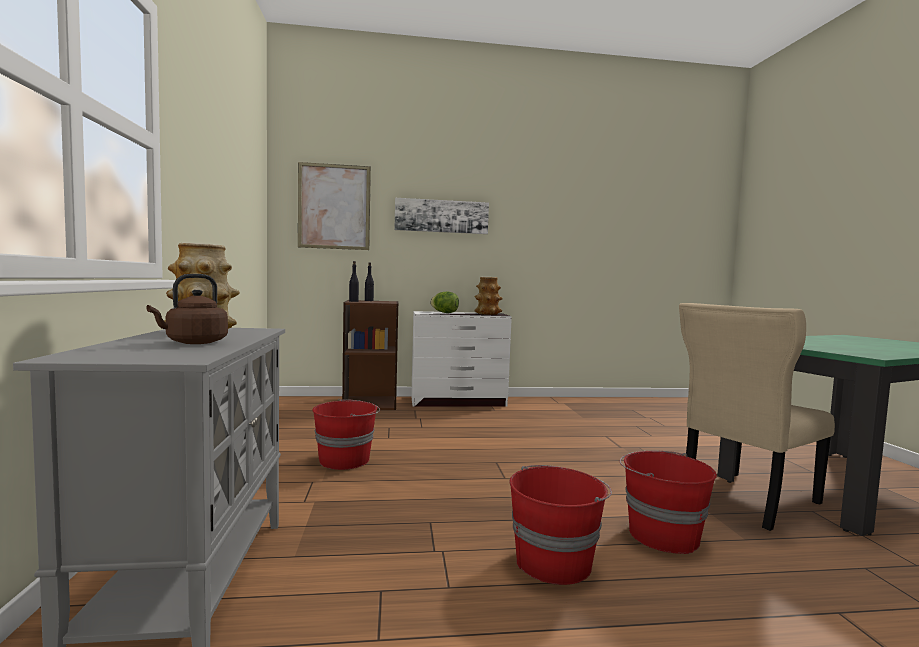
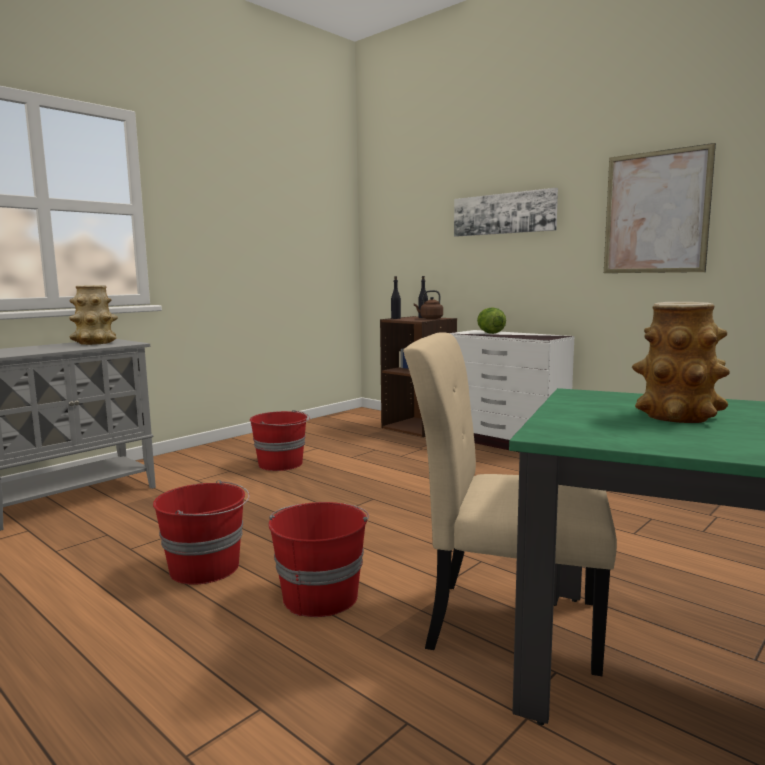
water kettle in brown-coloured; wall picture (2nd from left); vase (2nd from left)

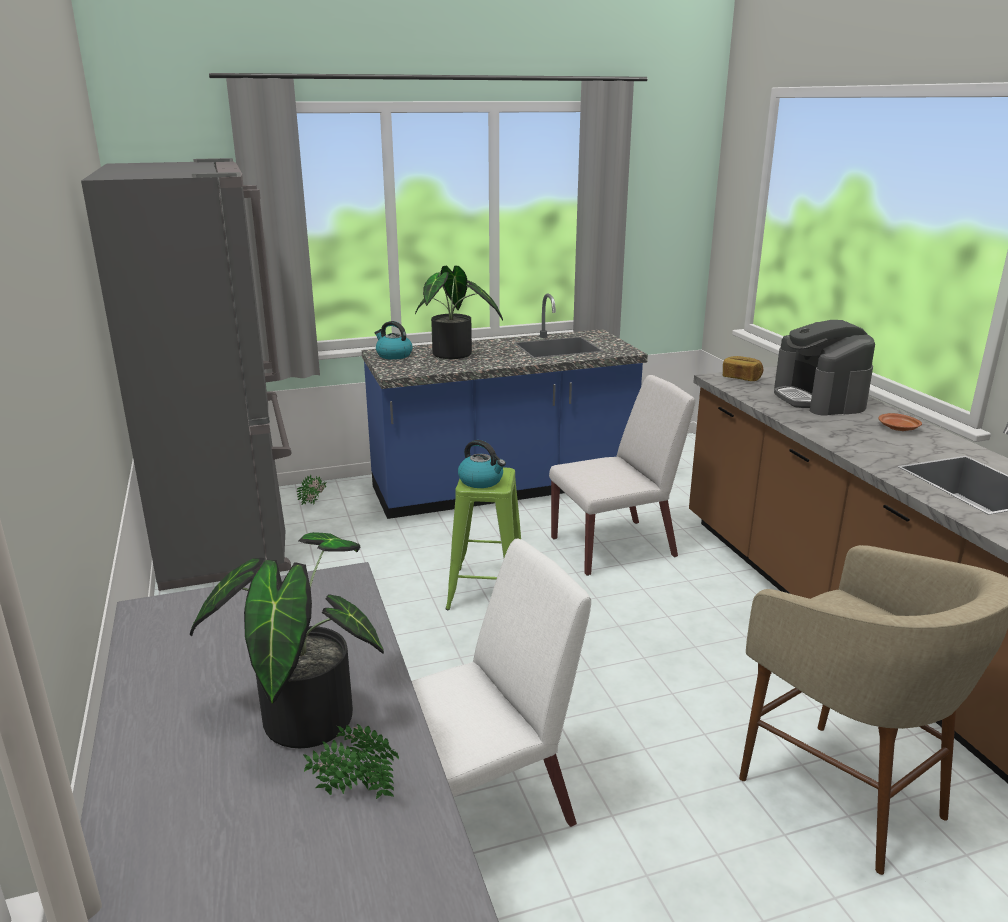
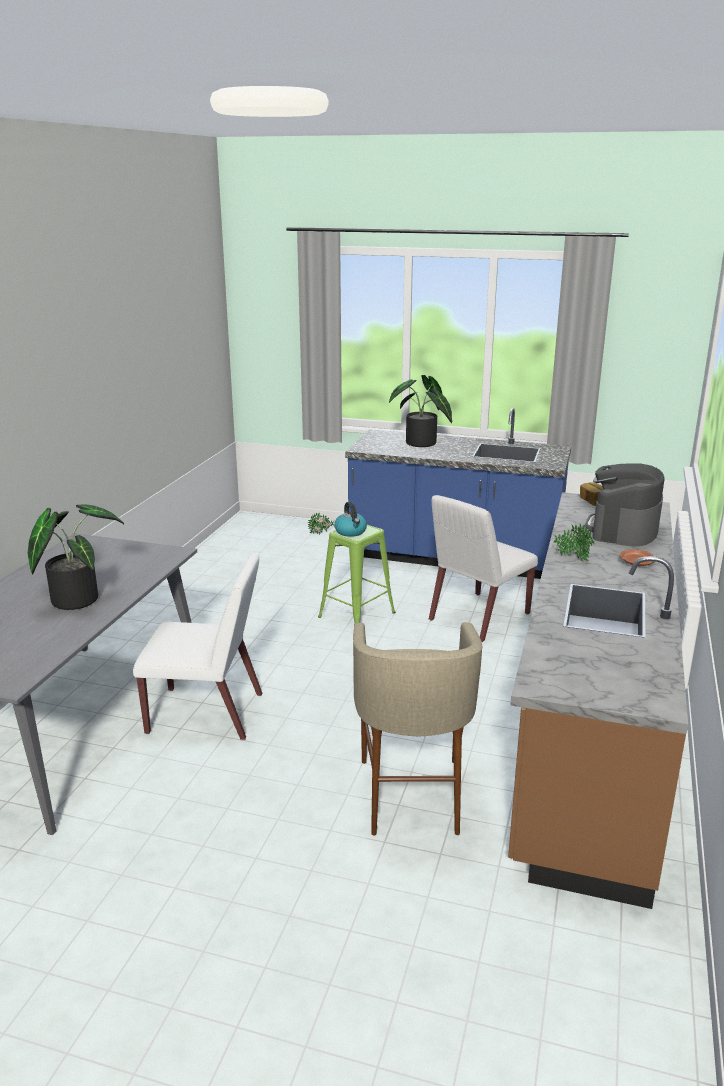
refrigerator in greyish; potted plant (4th from left); water kettle (1st from left in the first image); chair in white (2nd from left)

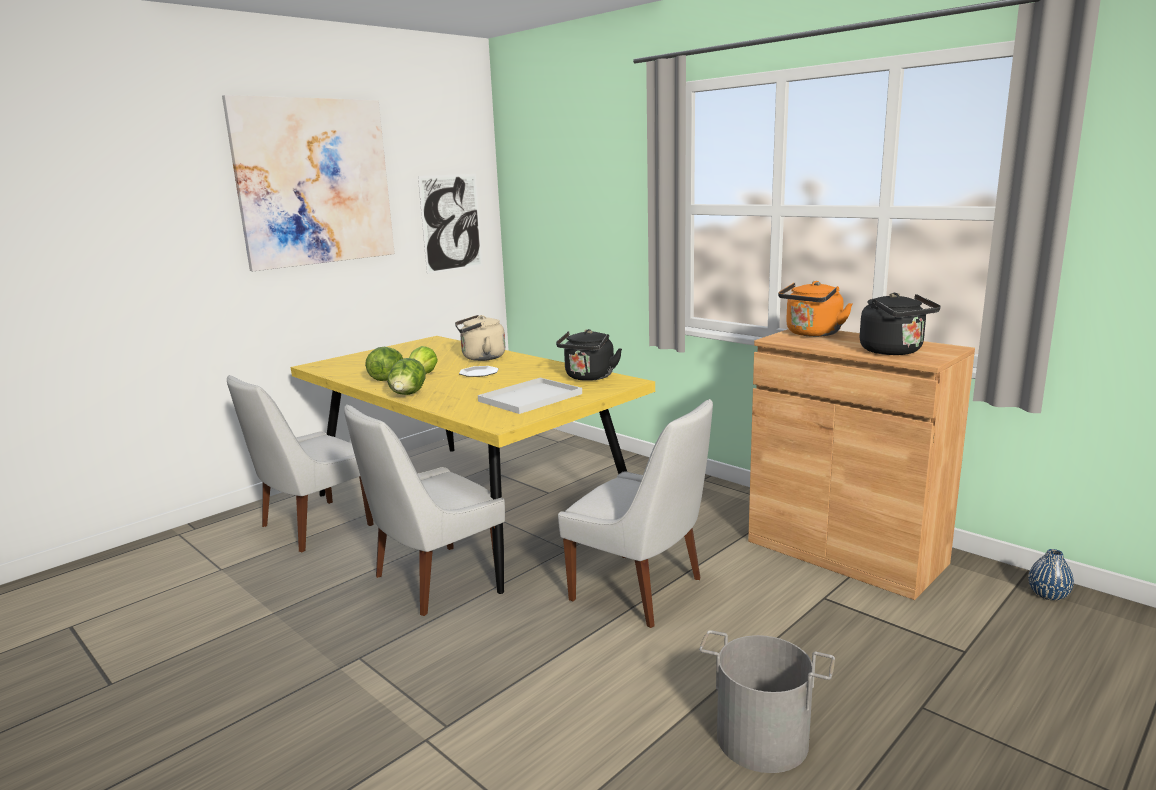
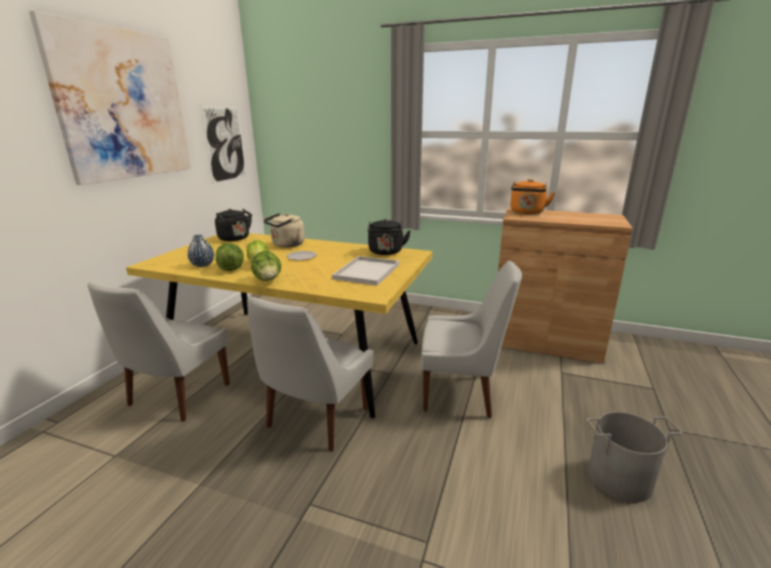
water kettle in black-coloured (1st from left); vase in blue-coloured

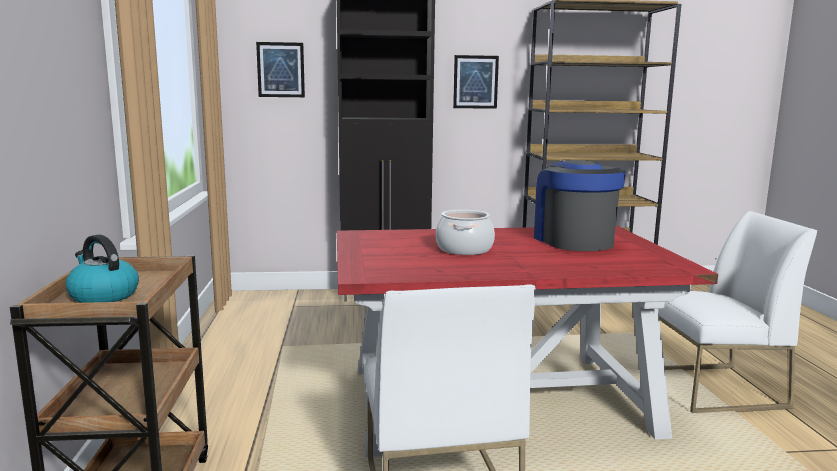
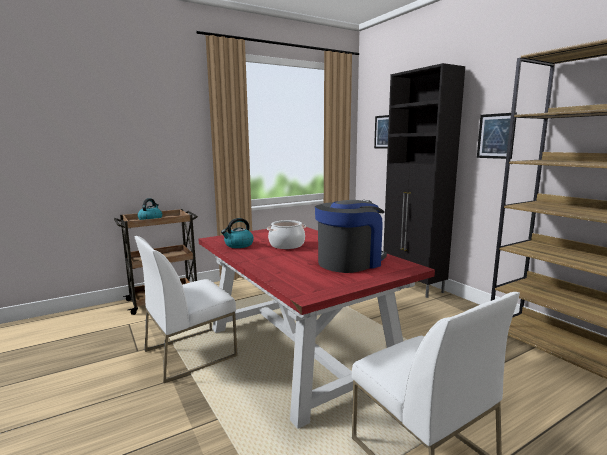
water kettle (2nd from left)

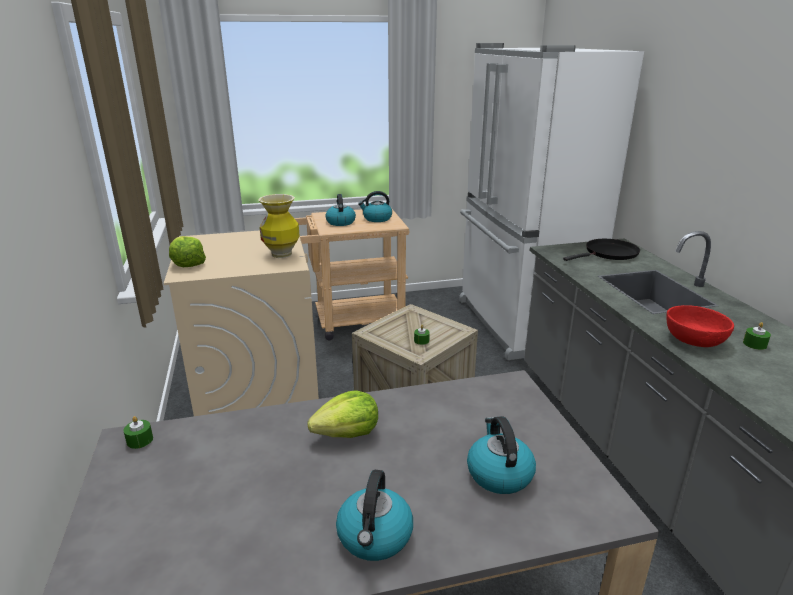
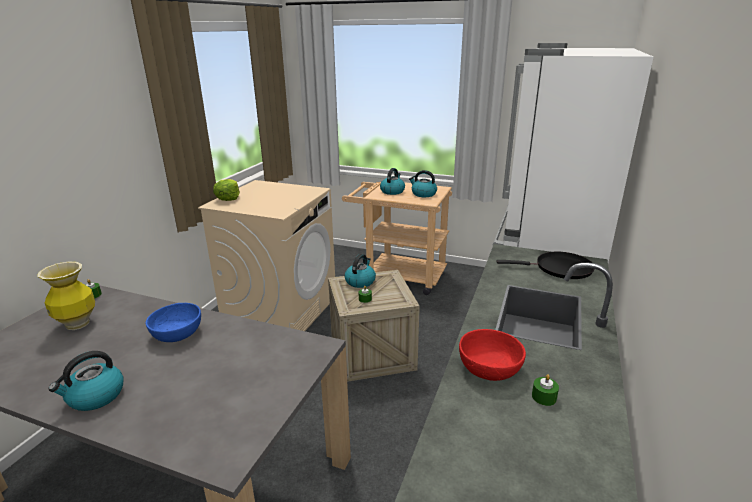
vase; deep dish in blue-coloured; water kettle (2nd from left)

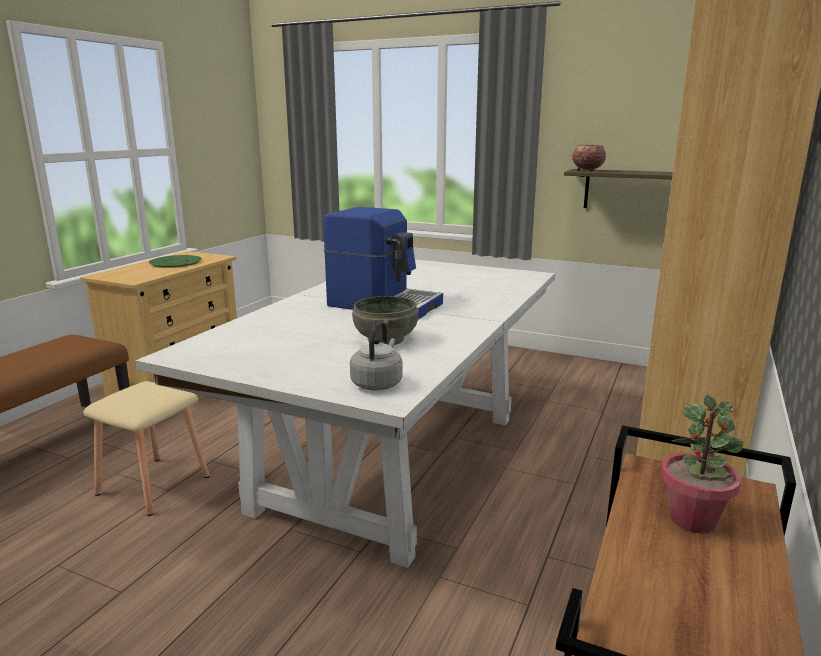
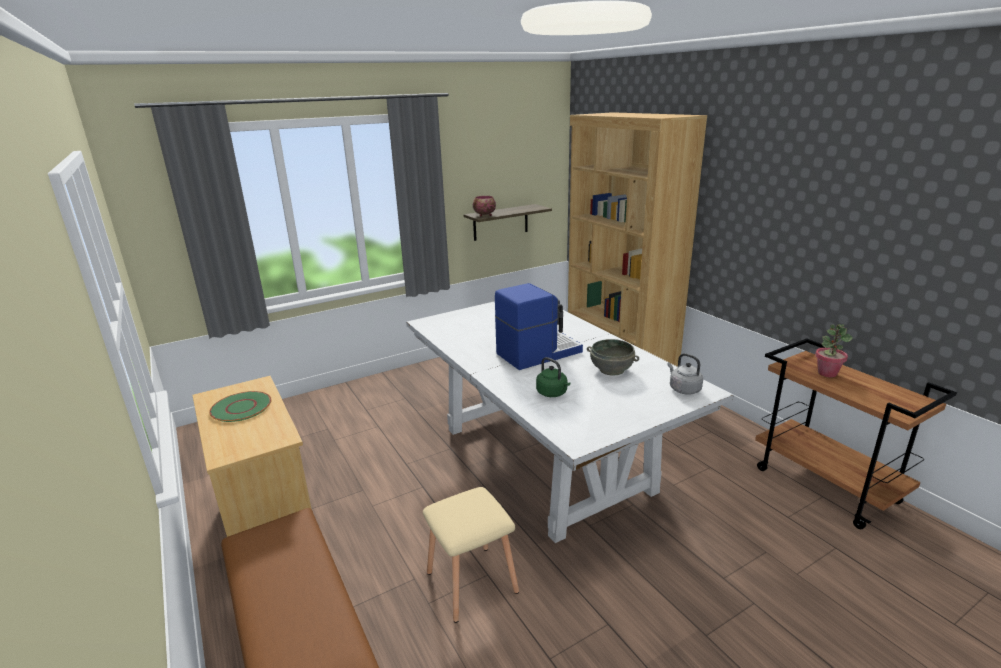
water kettle in greenish

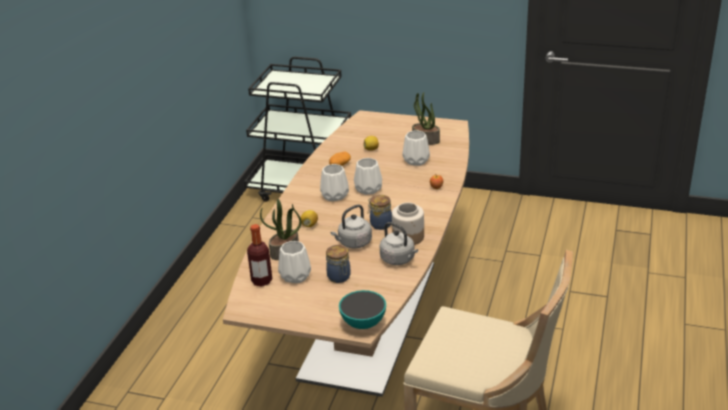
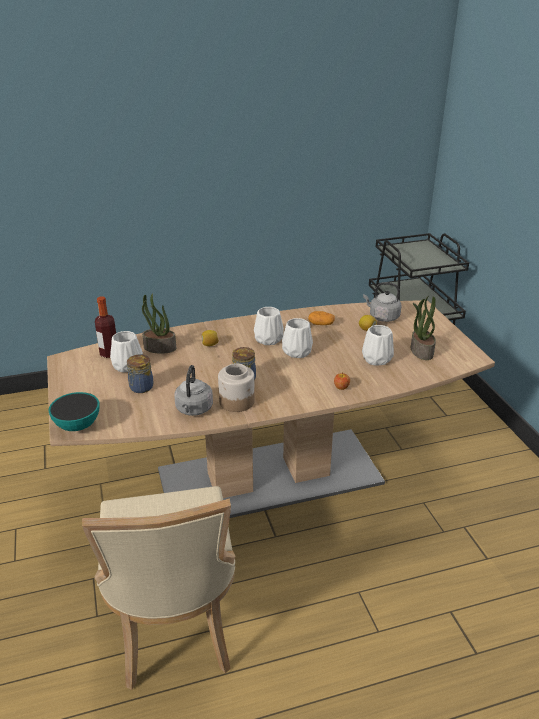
water kettle in greyish (2nd from left)

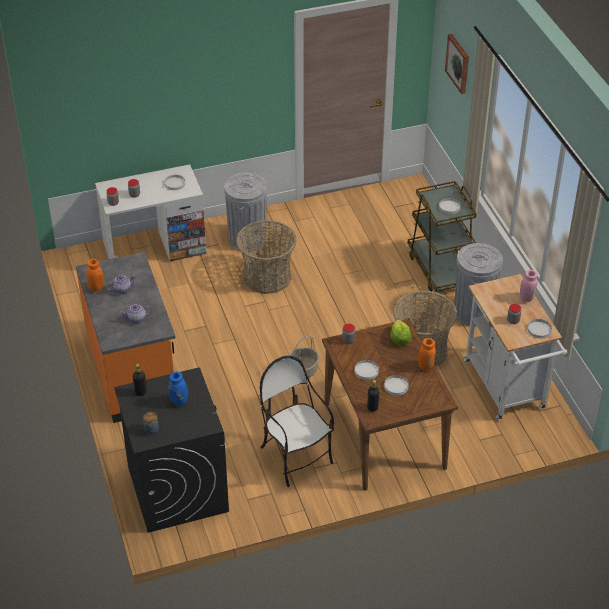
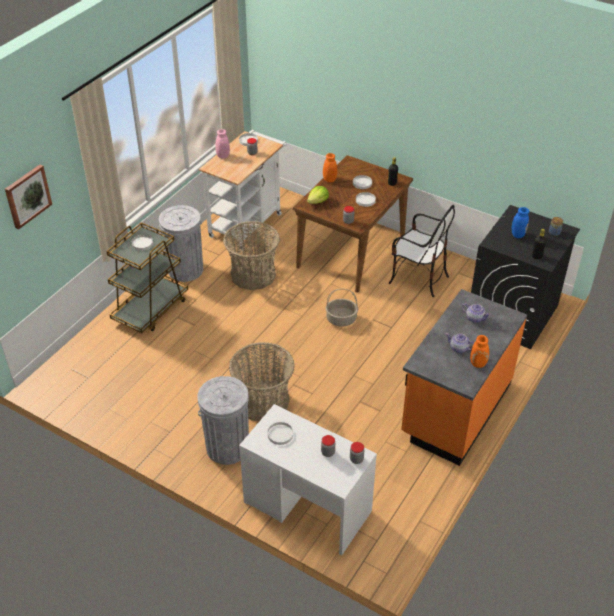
chair

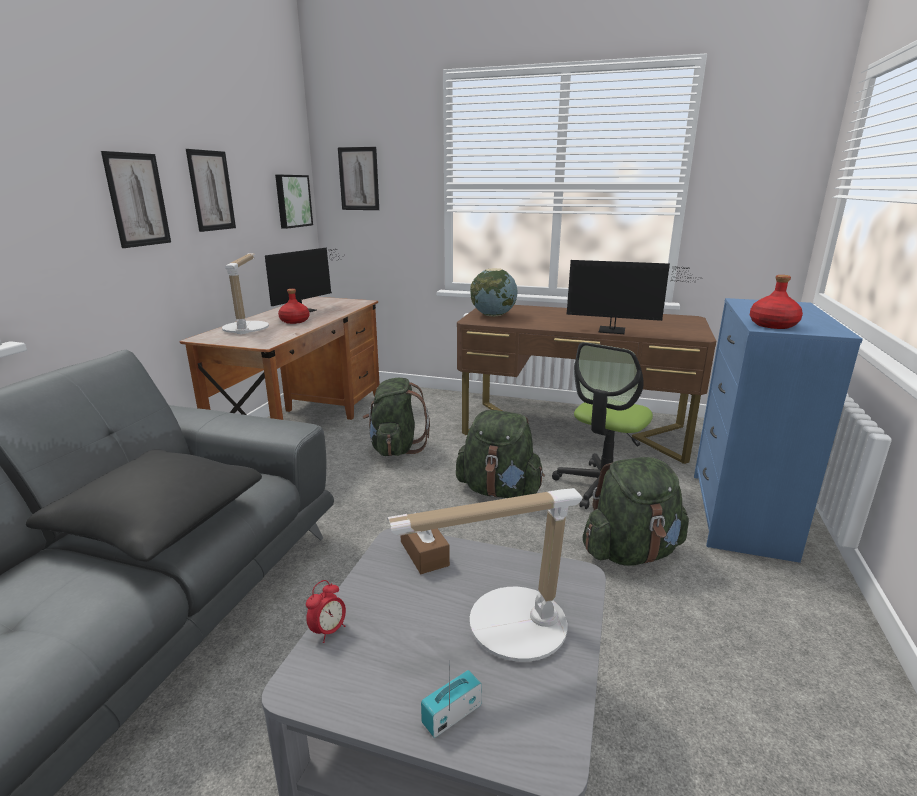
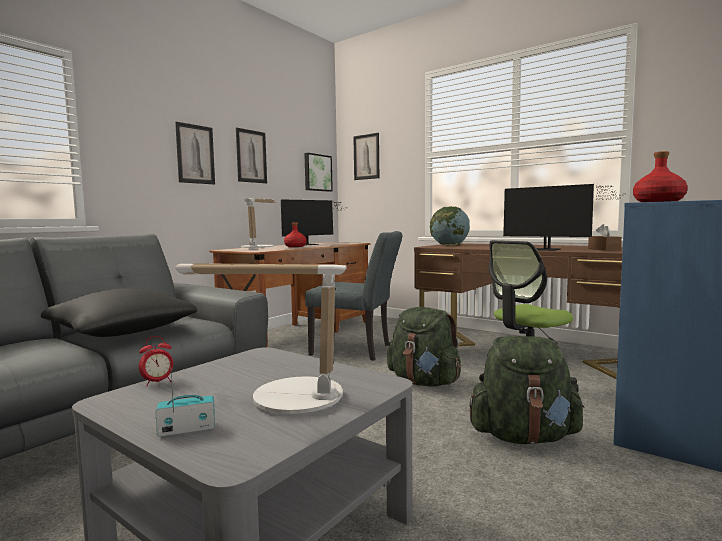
chair in greyish; tissue holder in brown-coloured

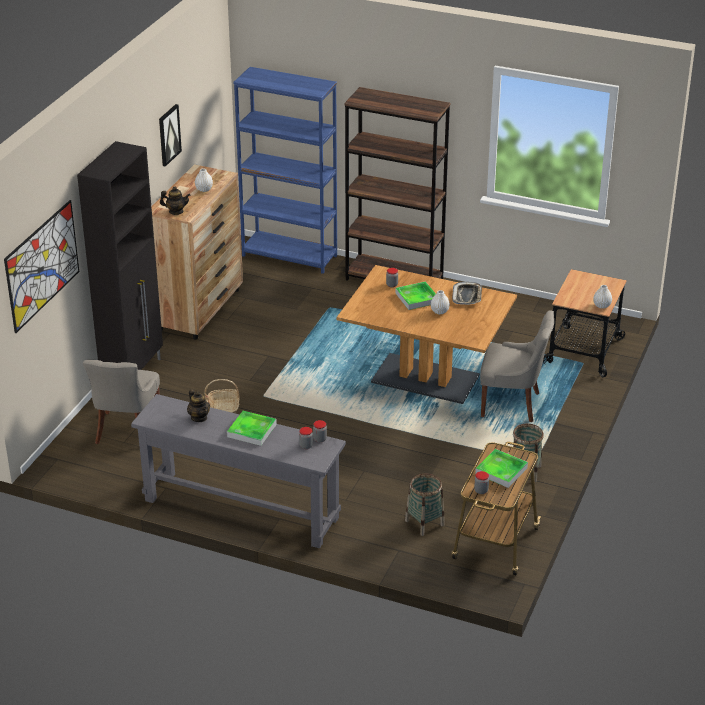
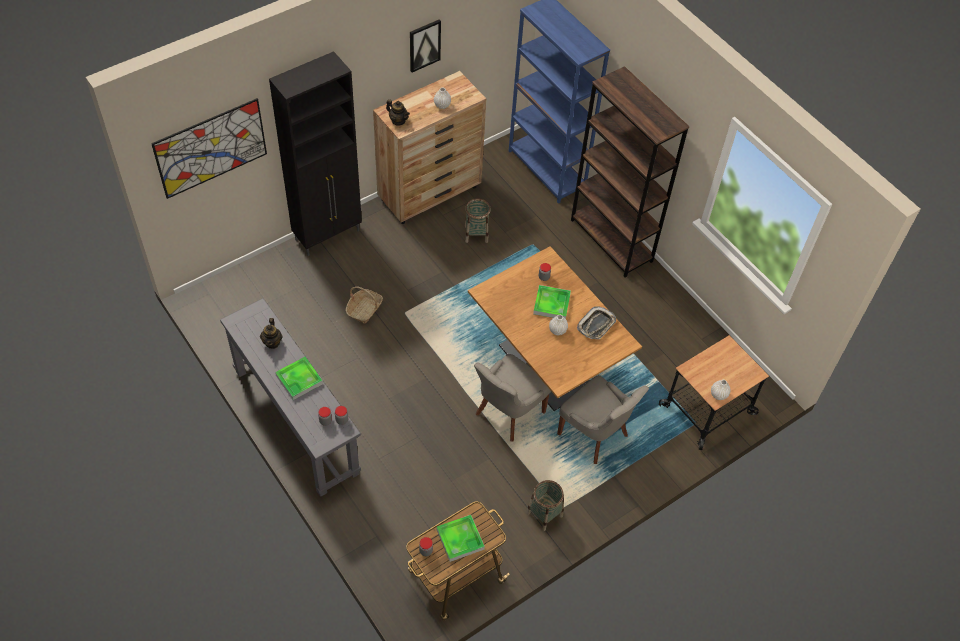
chair in greyish (1st from left); household basket (2nd from left)

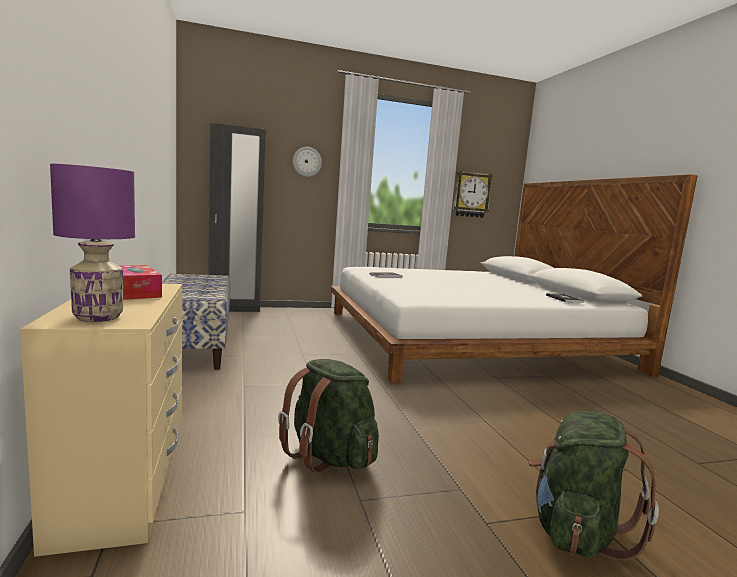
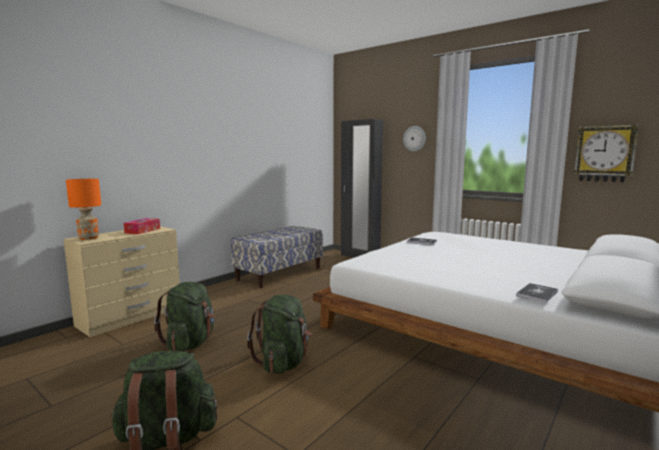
tabletop lamp in orange; backpack in greenish (3rd from left)

